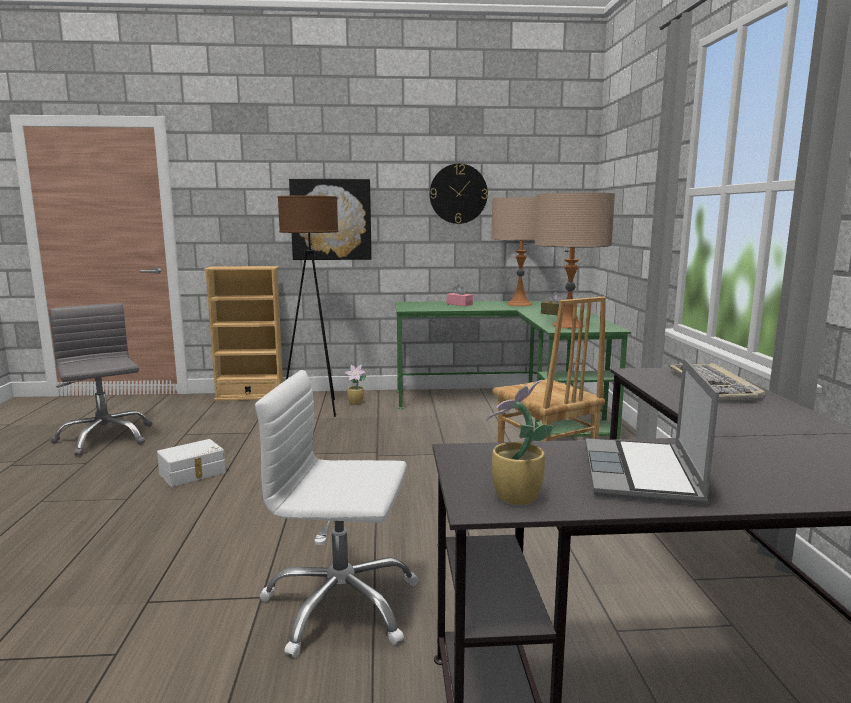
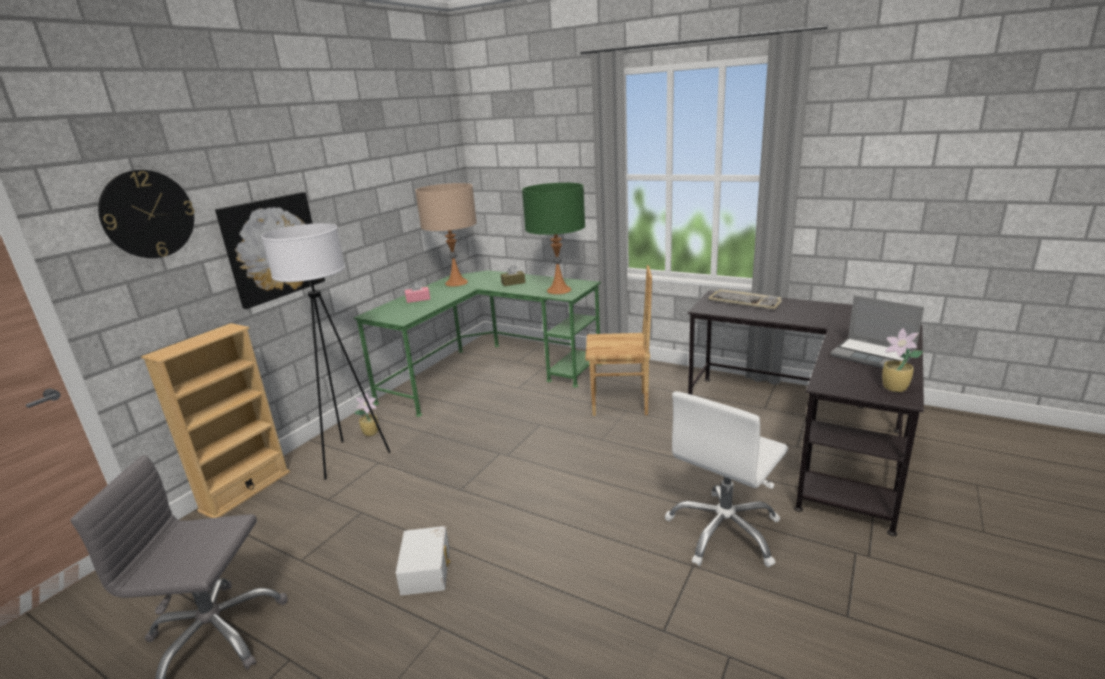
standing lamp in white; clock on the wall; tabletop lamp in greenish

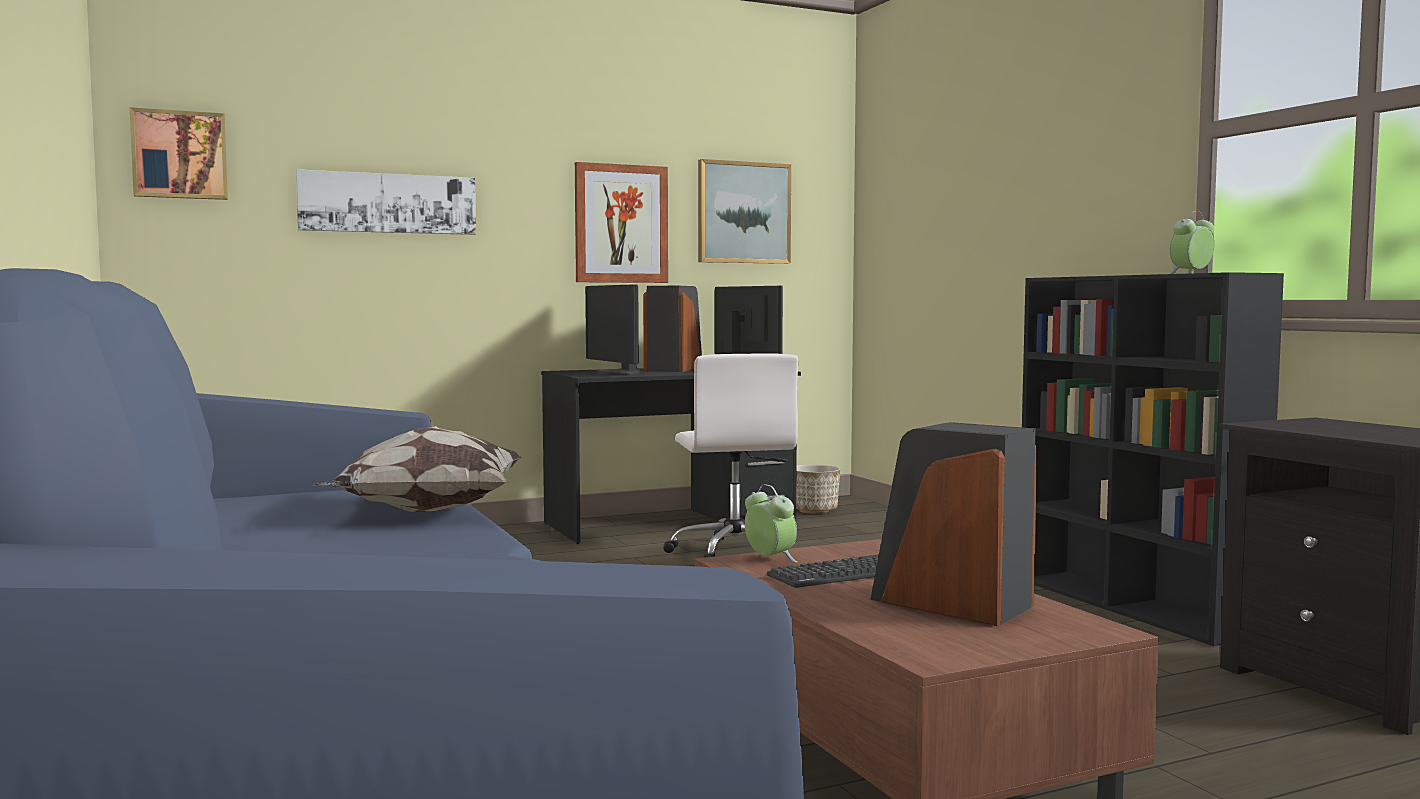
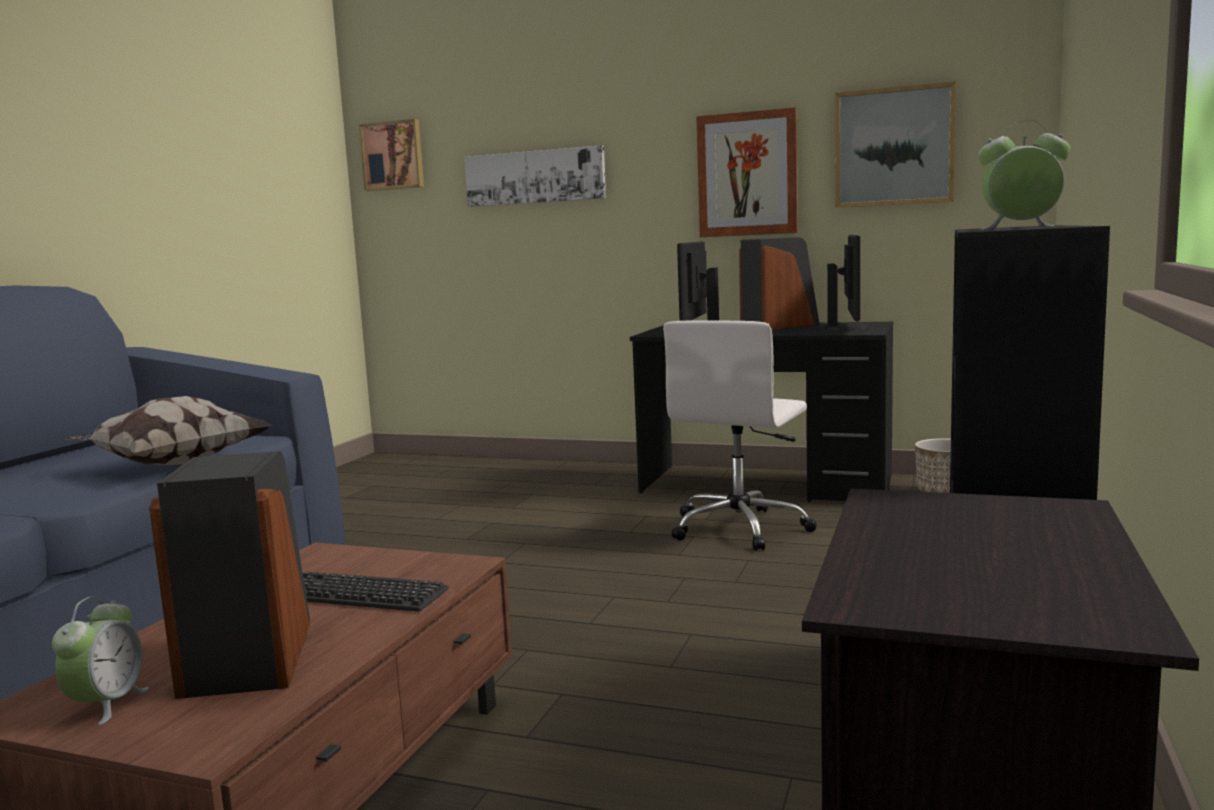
bedside clock (1st from left)

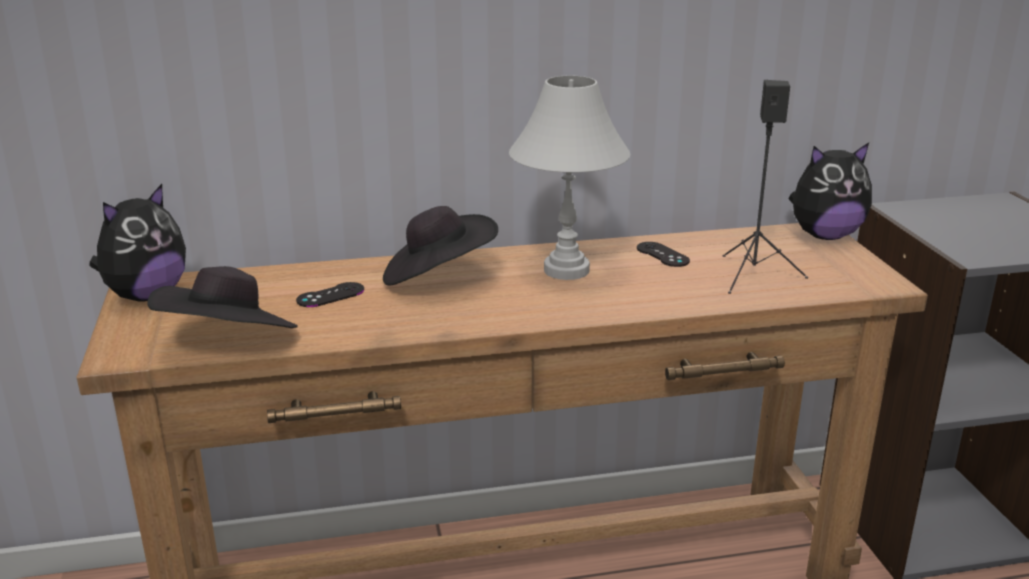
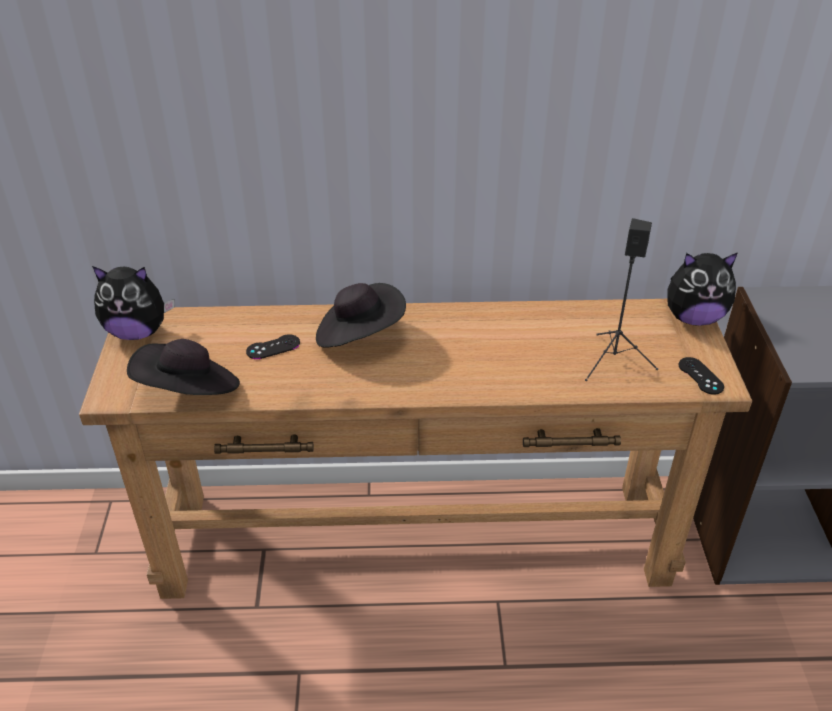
soft toy (1st from left); tabletop lamp in white; gamepad in black-coloured (2nd from left)

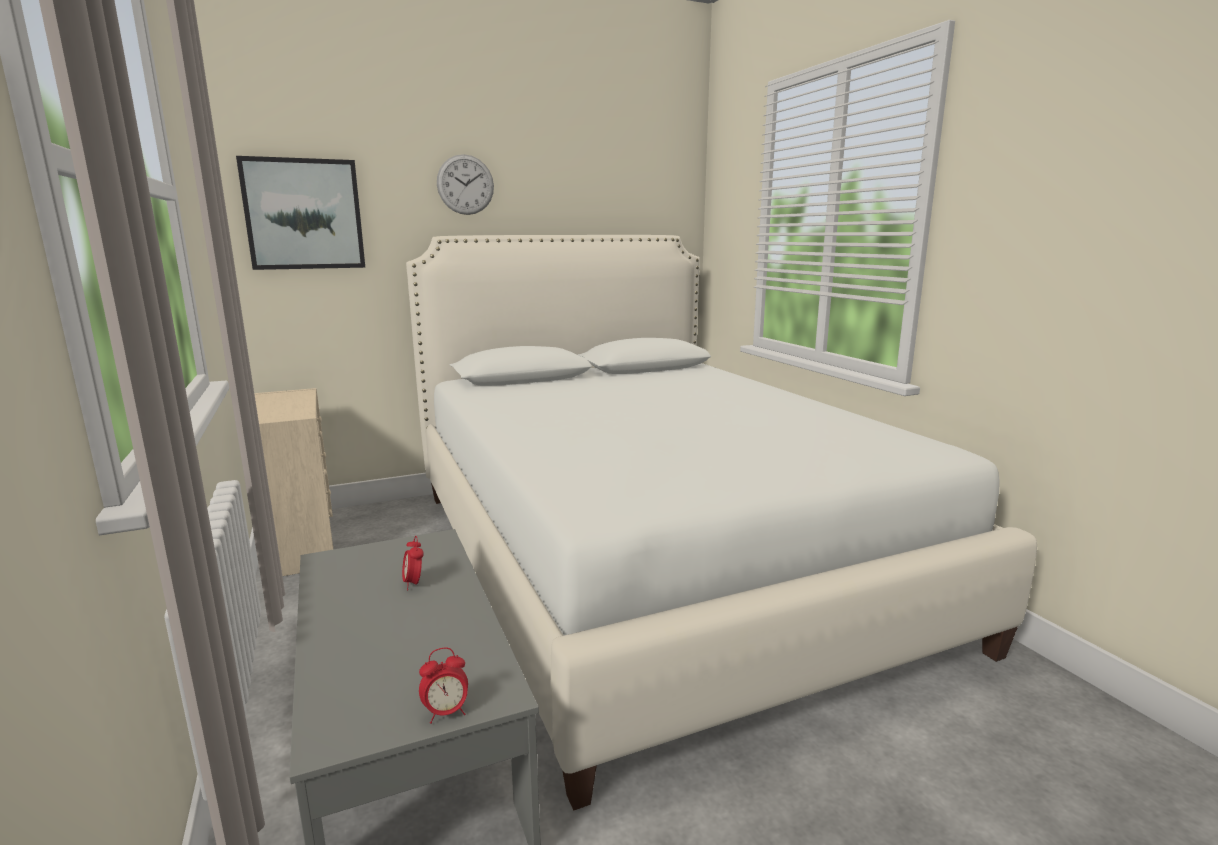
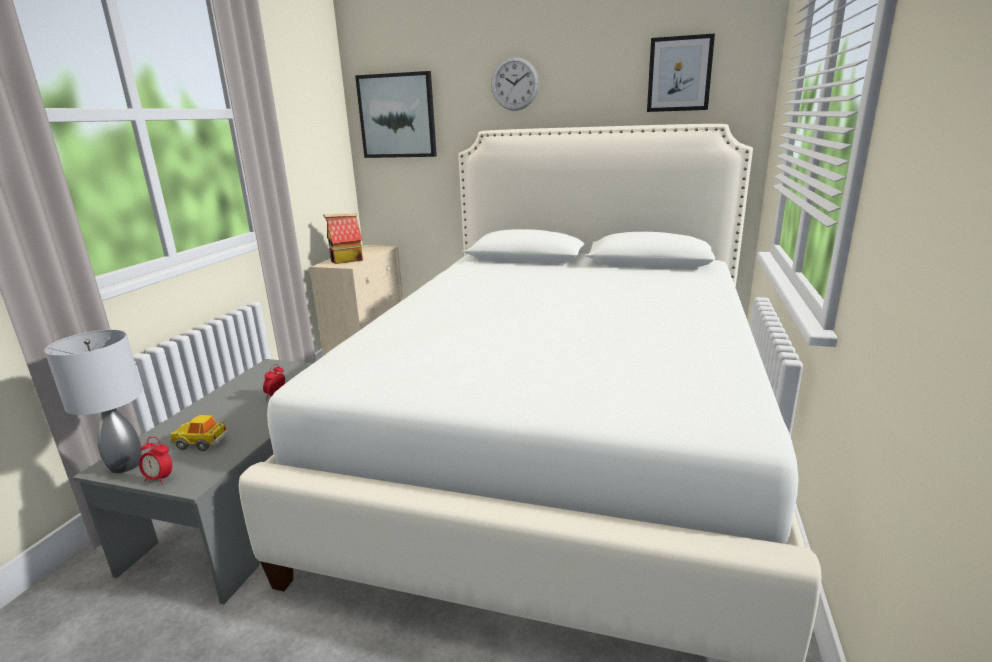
tabletop lamp in greyish; toy car; miniature house; wall picture (2nd from left)

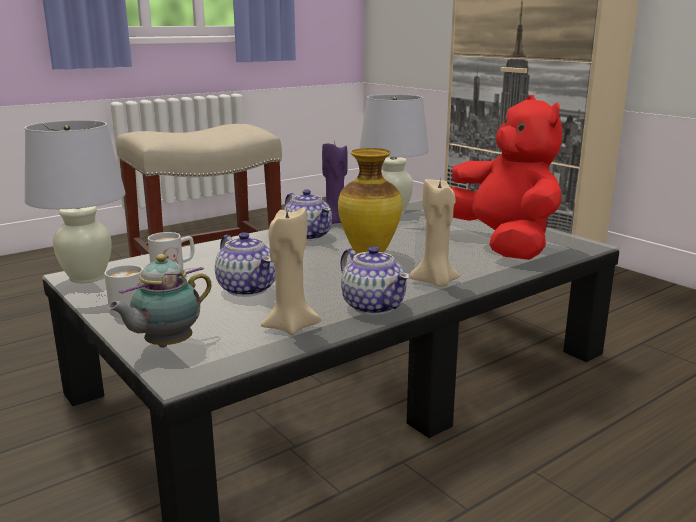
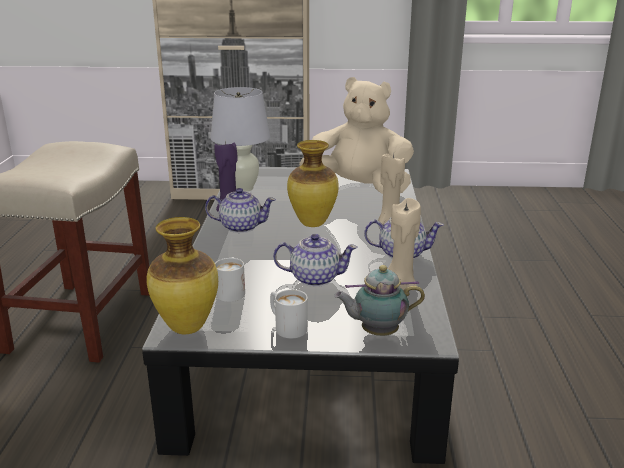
vase (1st from left); tea pot (3rd from left); soft toy in beige

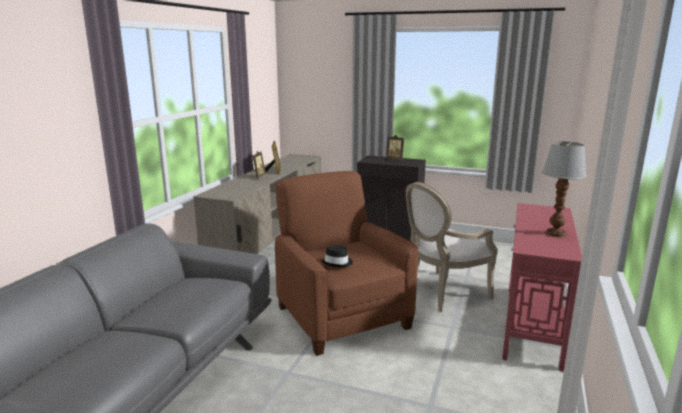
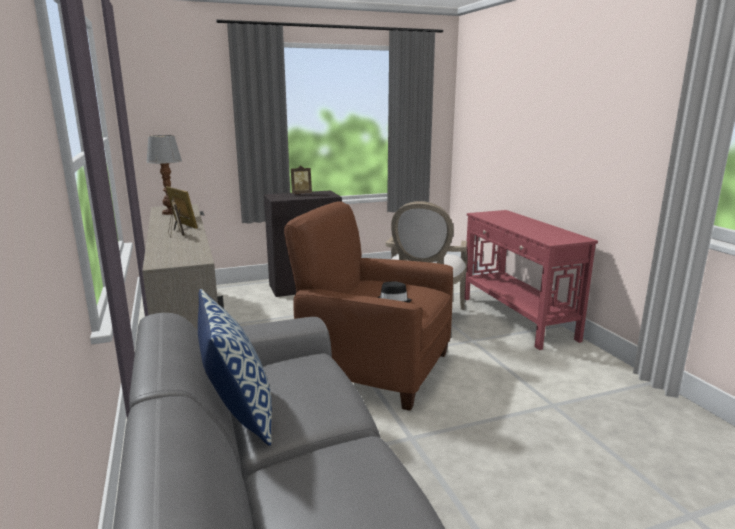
tabletop lamp; throw pillow

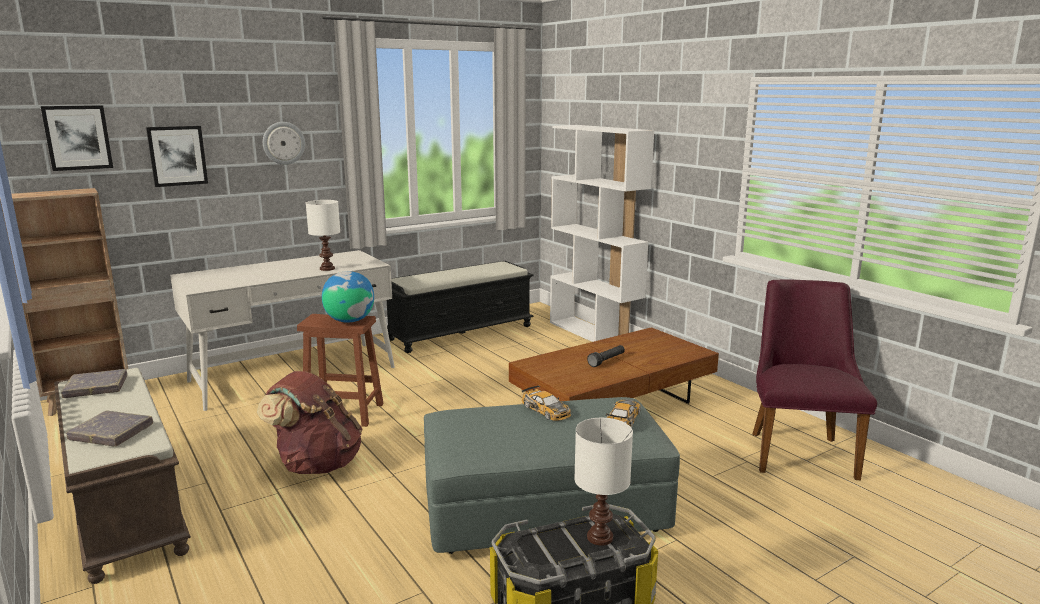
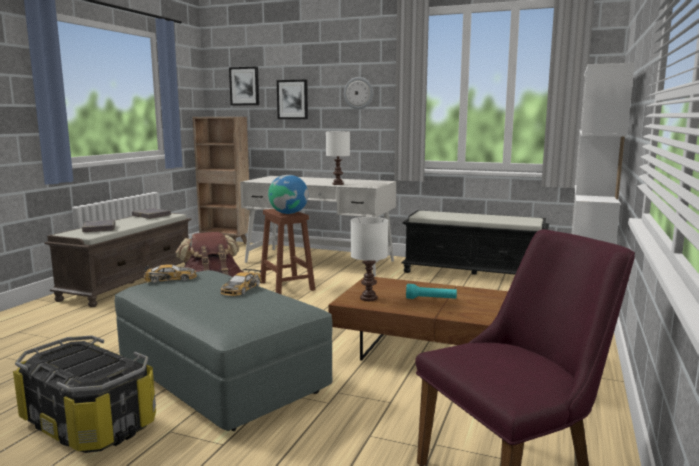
tabletop lamp in white (2nd from left); torch in turquoise; toy car (1st from left)

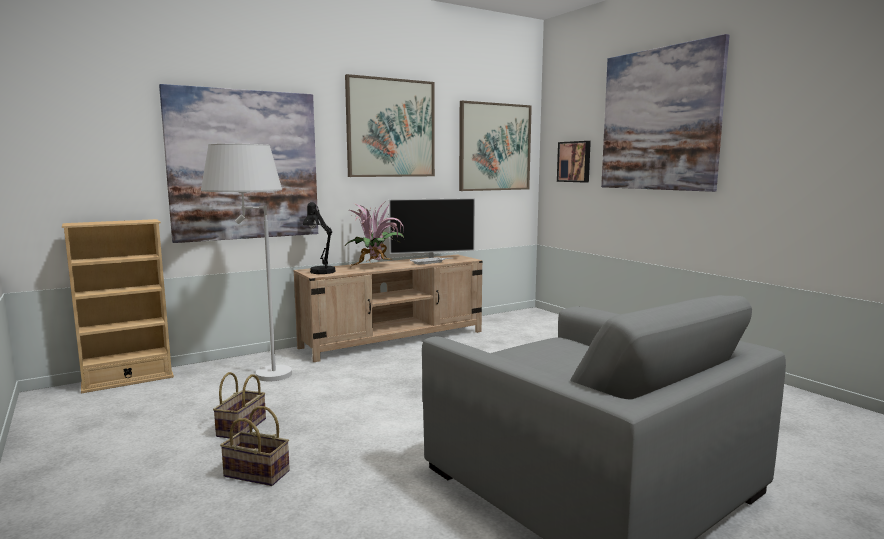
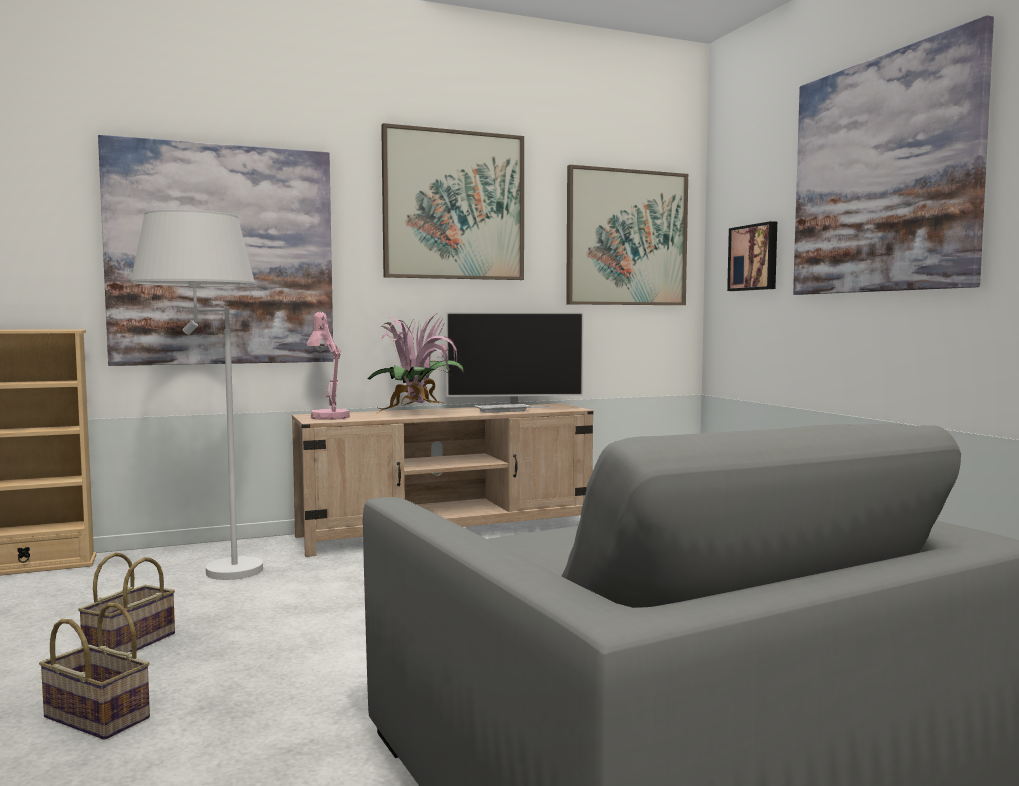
tabletop lamp in pink-coloured

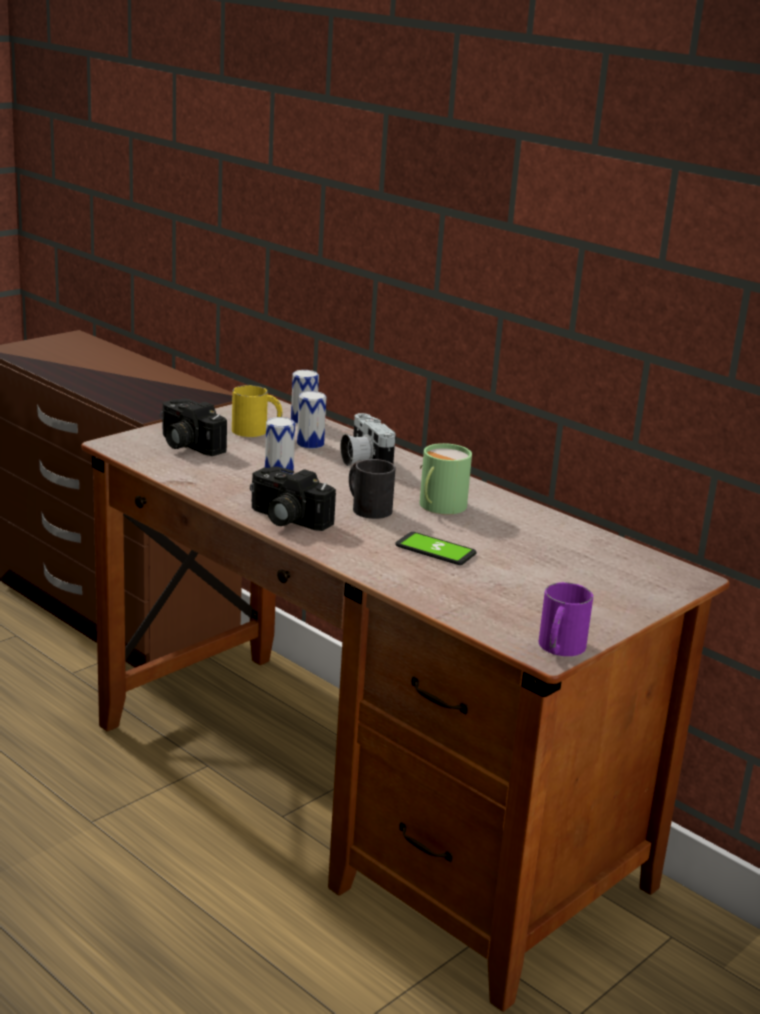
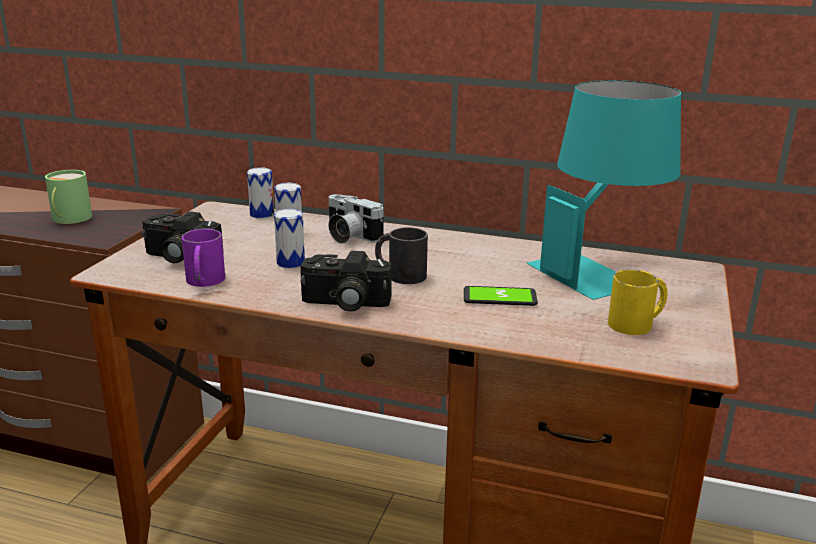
mug in yellowish; mug in greenish; mug in purple-coloured; tabletop lamp in turquoise

